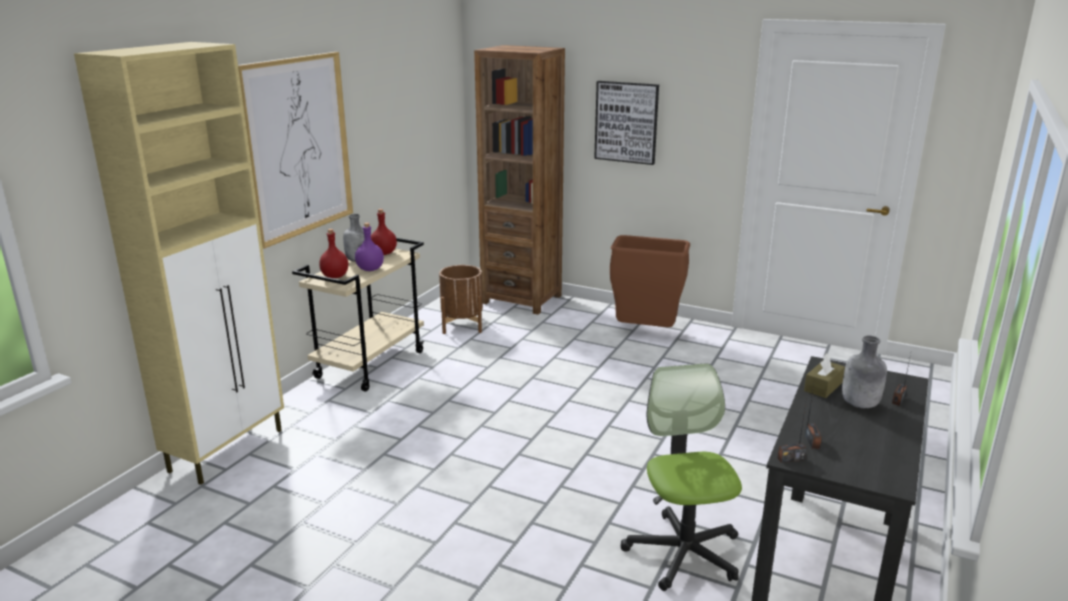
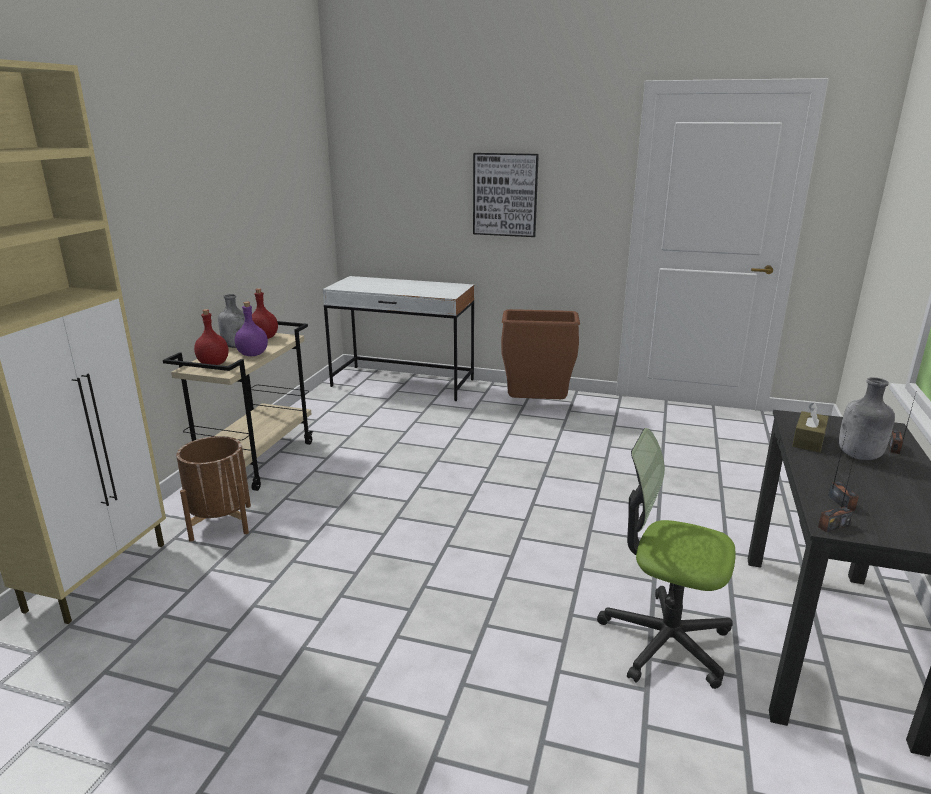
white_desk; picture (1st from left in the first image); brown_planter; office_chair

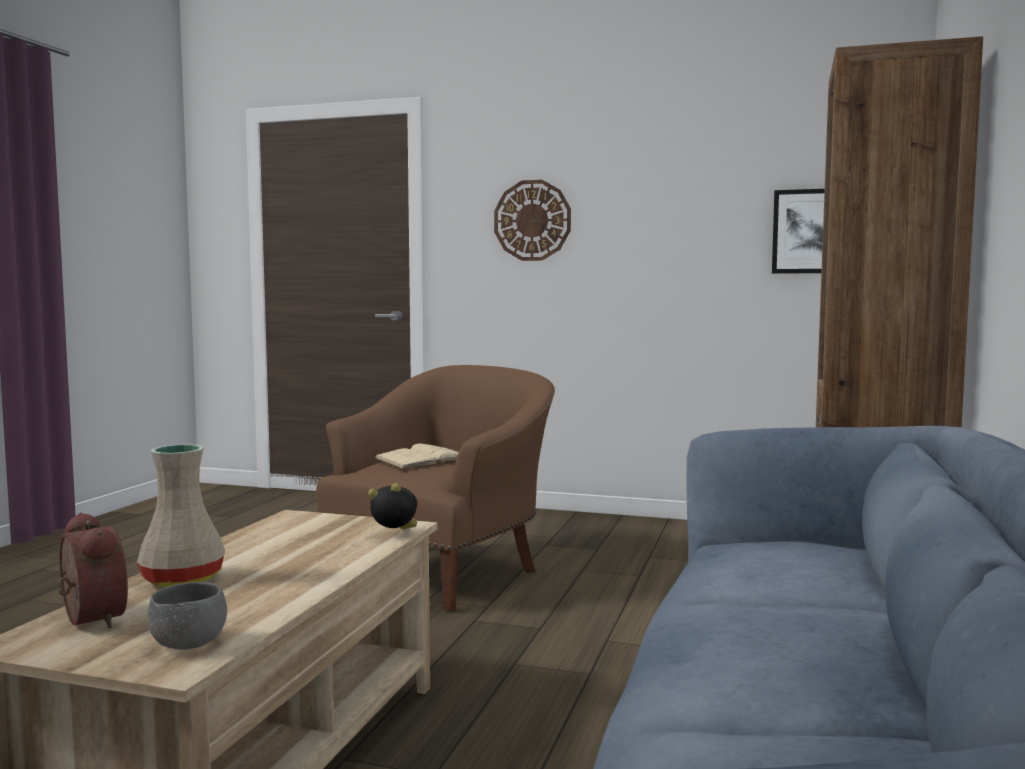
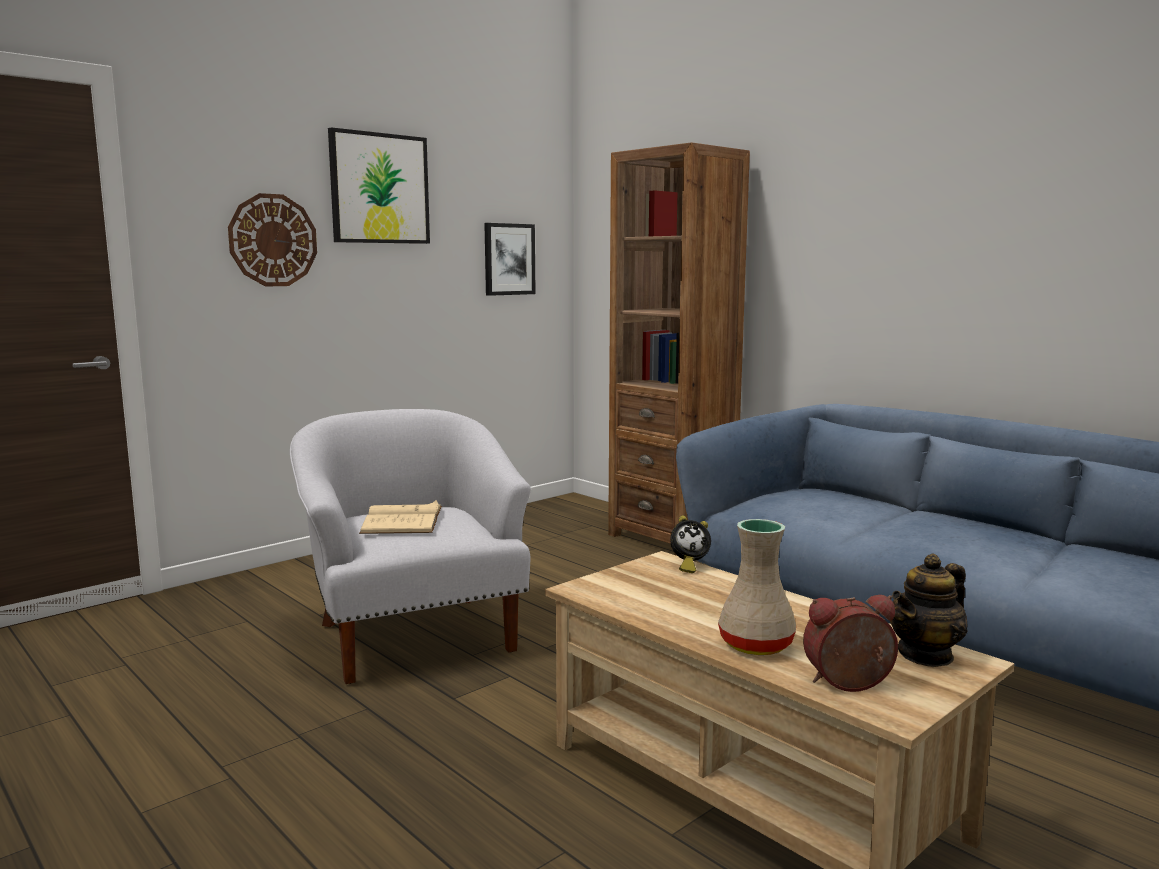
white_armchair; alarm_clock (1st from left); teapot; picture (1st from left)

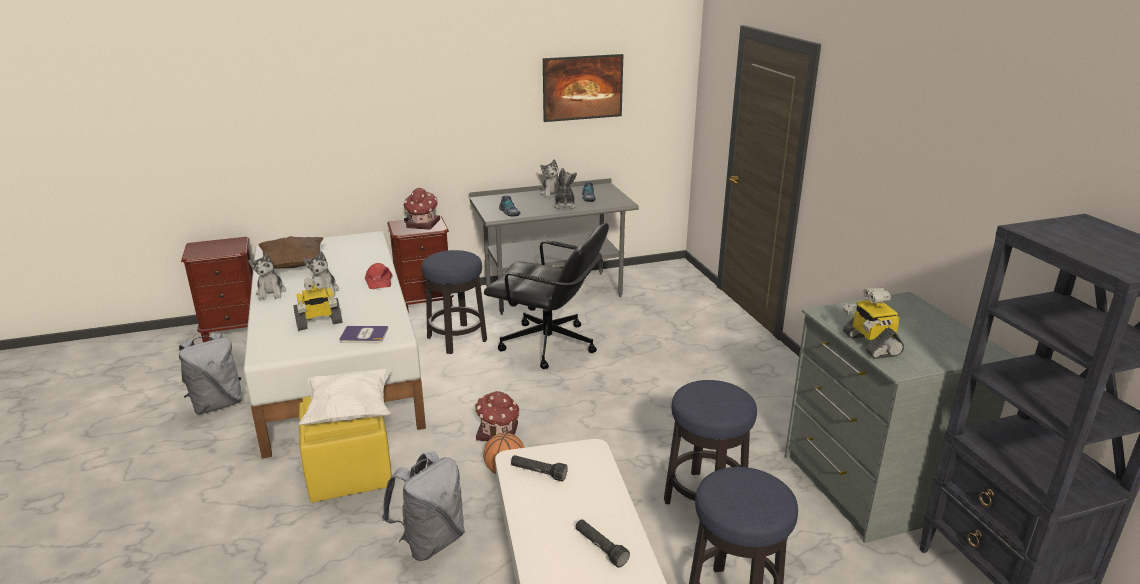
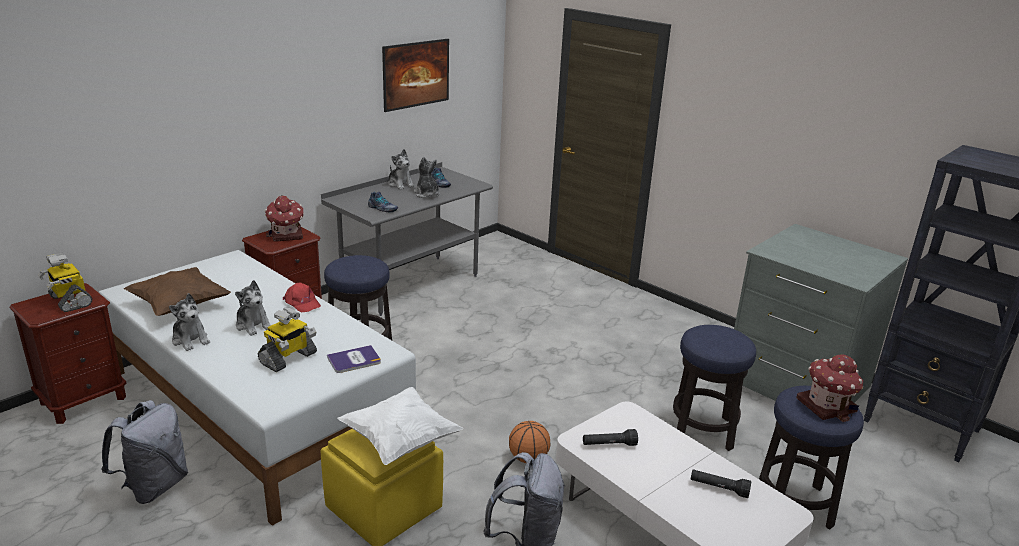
black_office_chair; toy_robot (1st from left); toy_house (2nd from left)

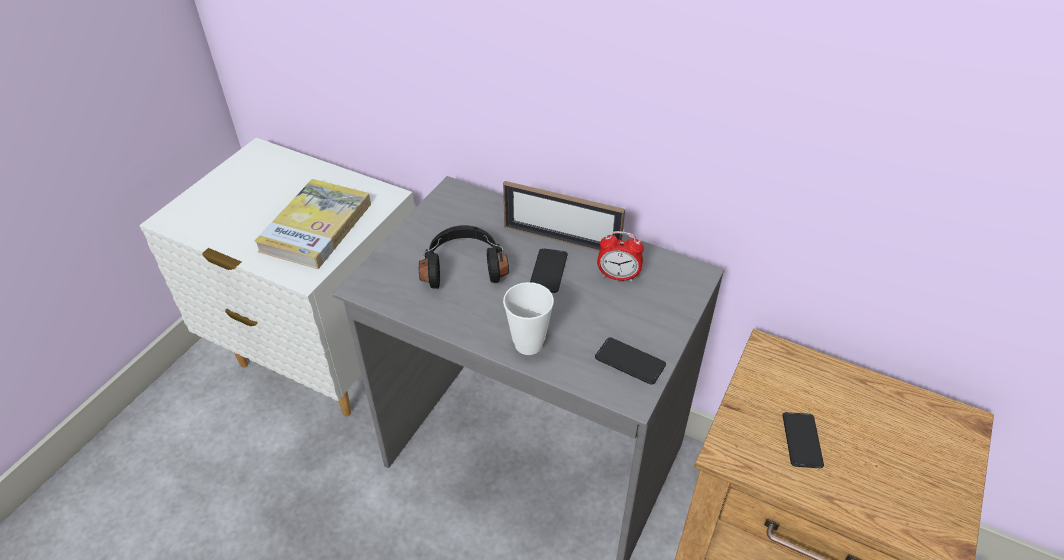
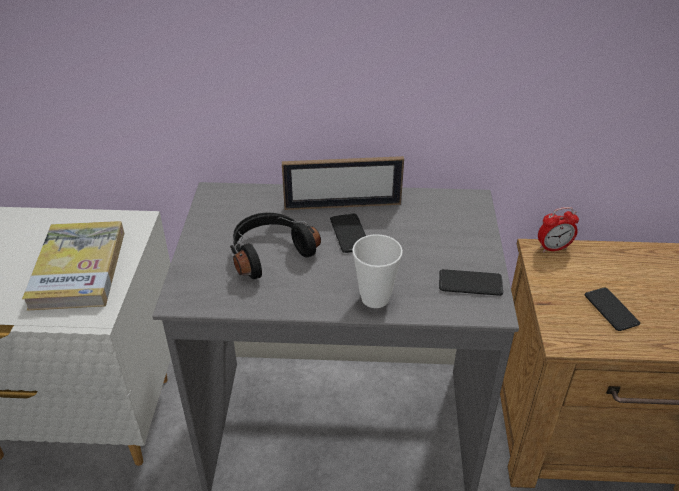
alarm_clock

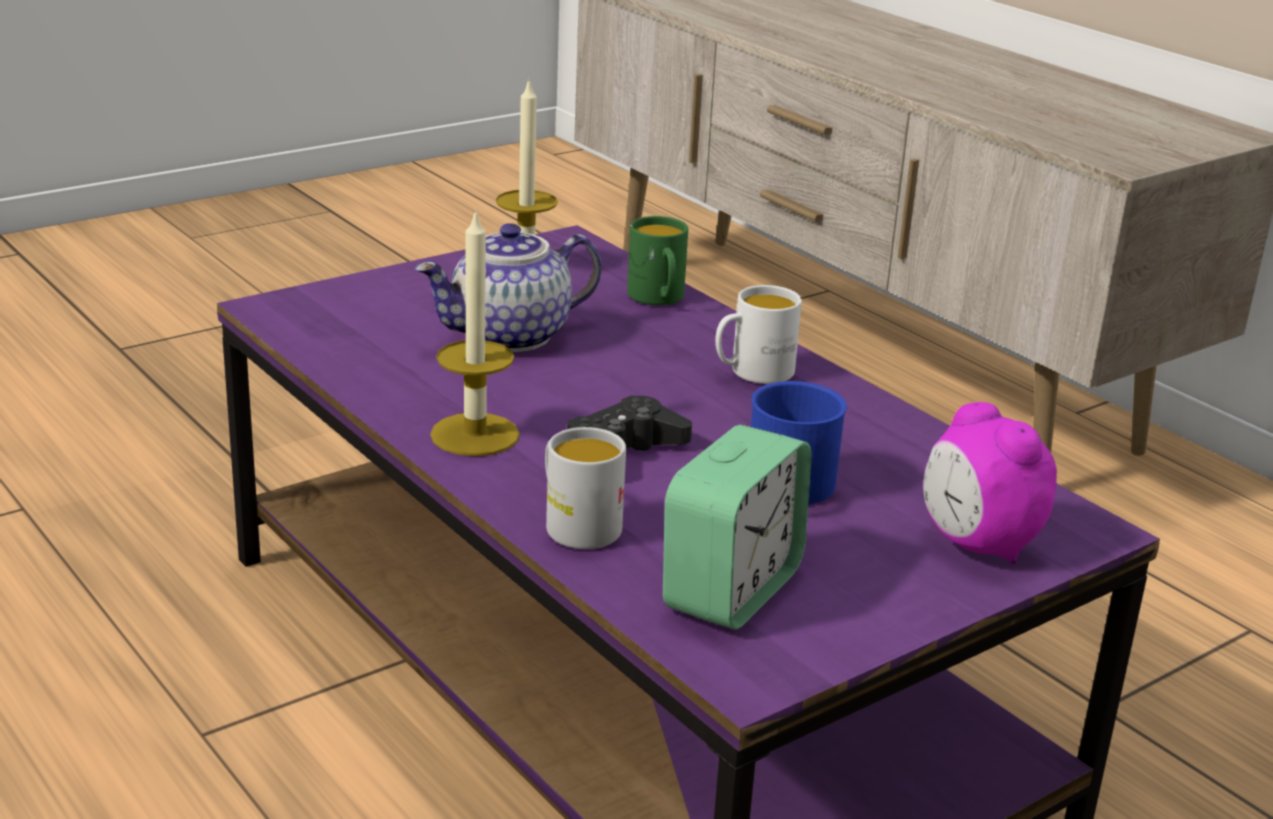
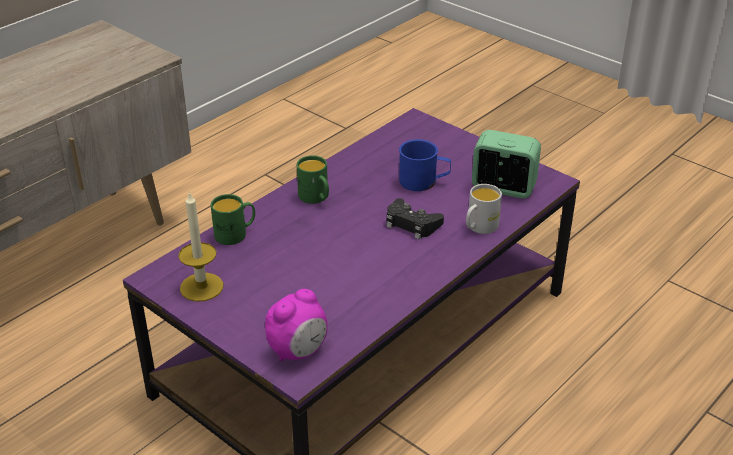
candle (1st from left in the first image); teapot; green_mug (2nd from left); alarm_clock (1st from left)

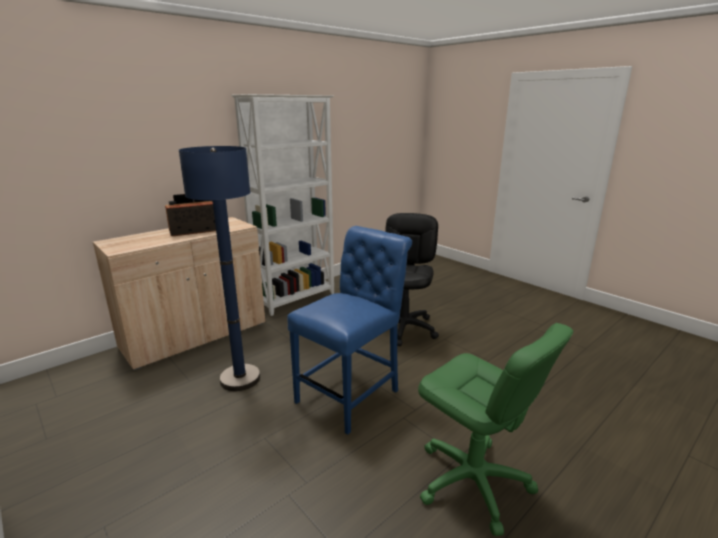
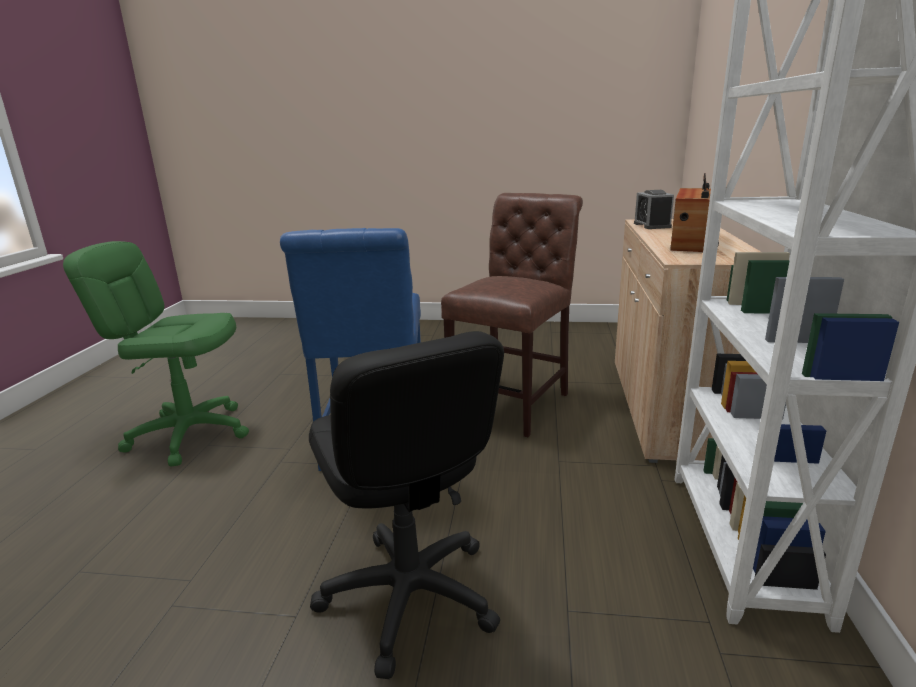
brown_chair; alarm_clock

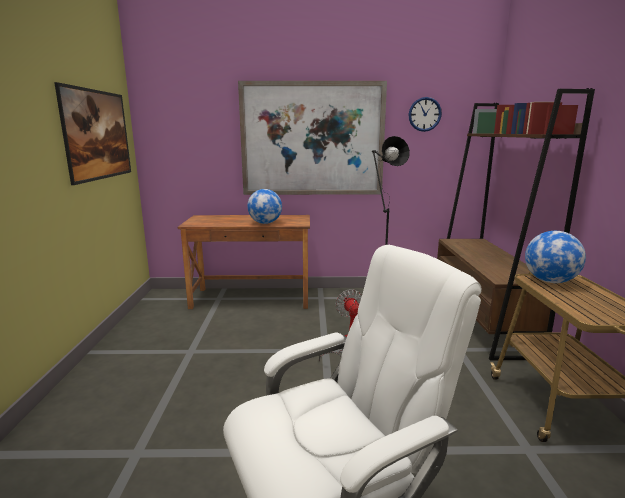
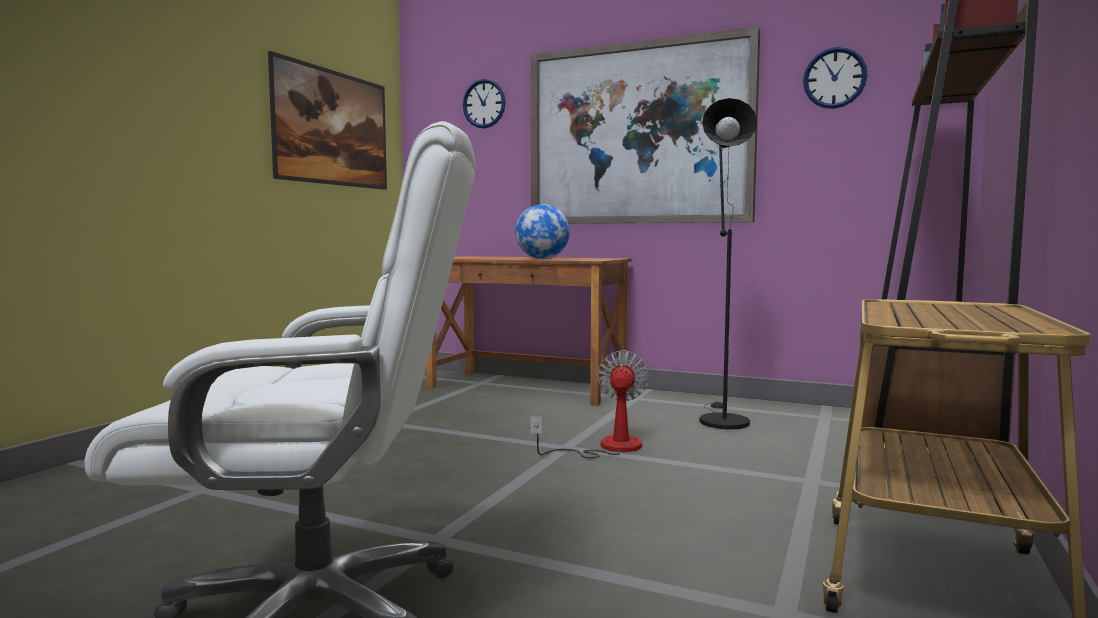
globe (2nd from left in the first image); wall_clock (1st from left)

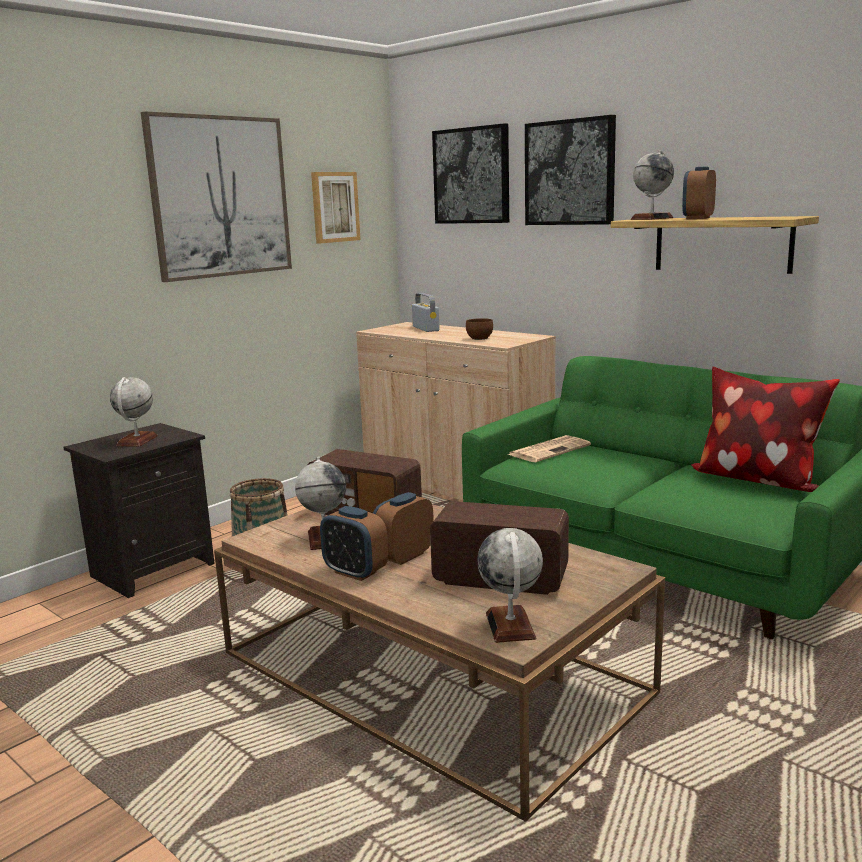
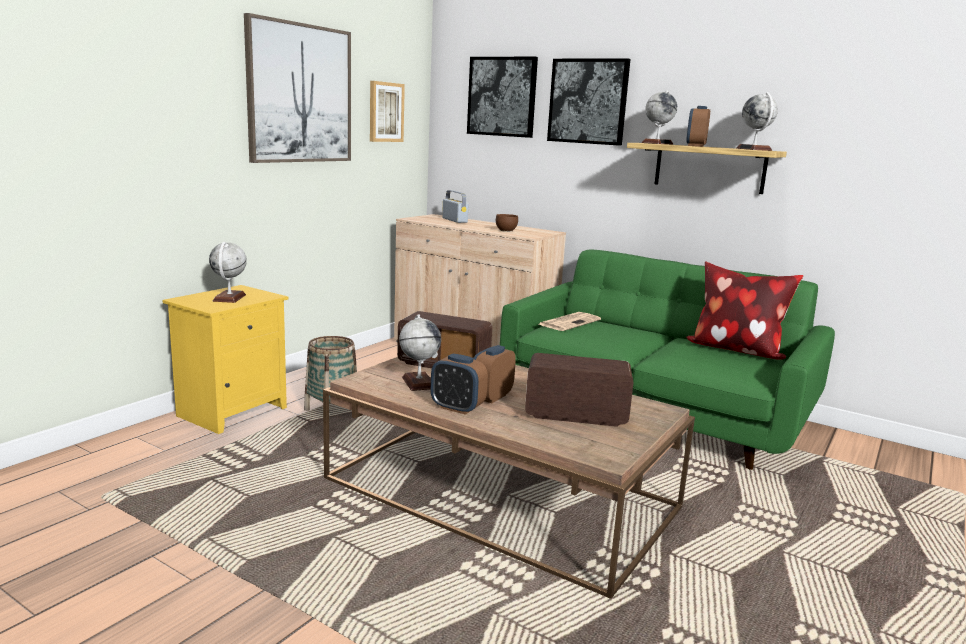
yellow_nightstand; globe (4th from left)

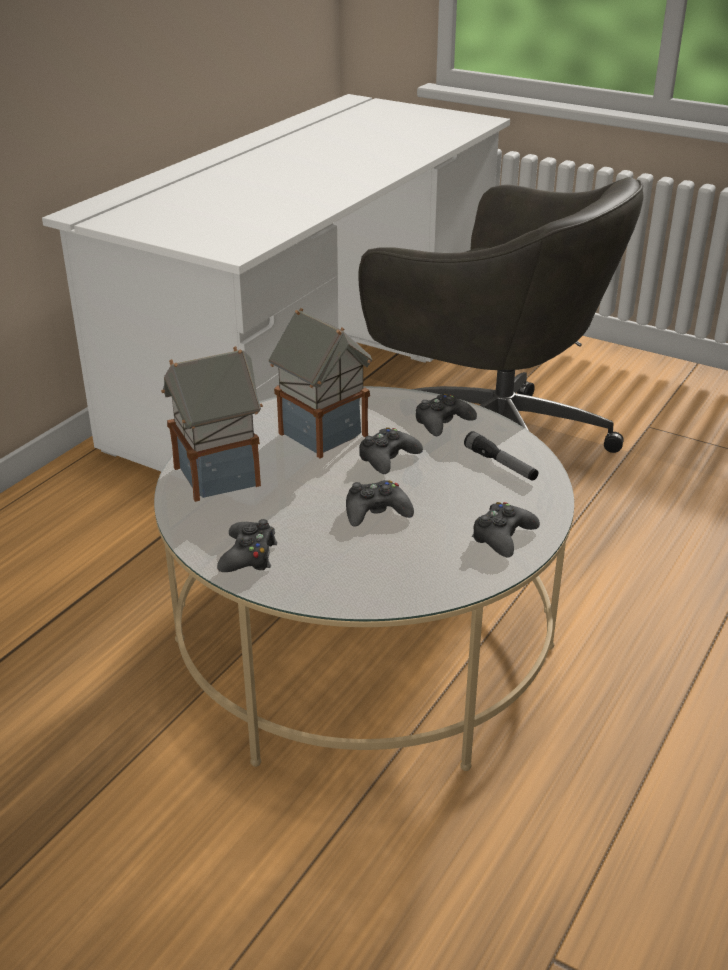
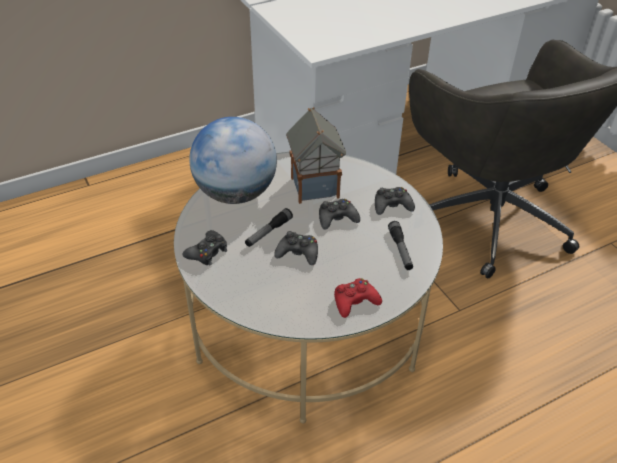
globe; red_game_controller; flashlight (1st from left)

